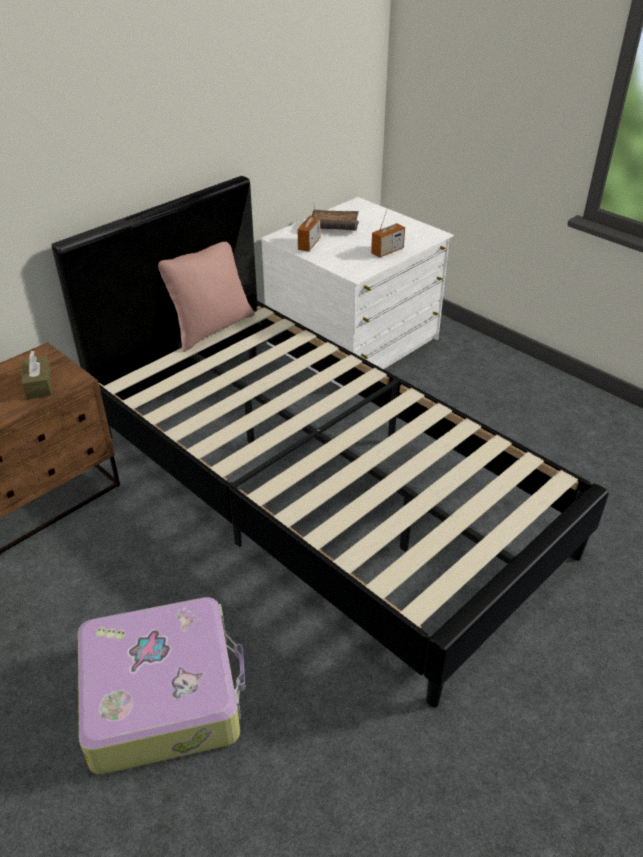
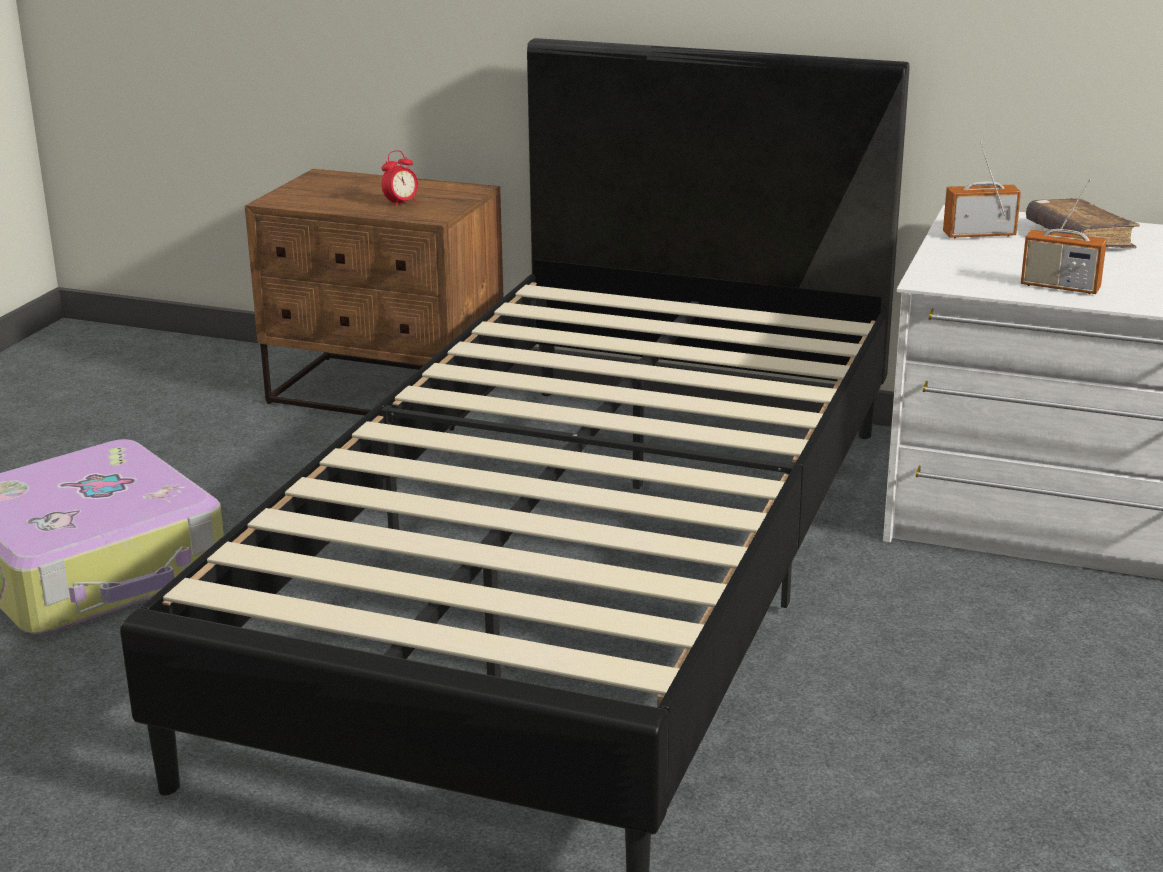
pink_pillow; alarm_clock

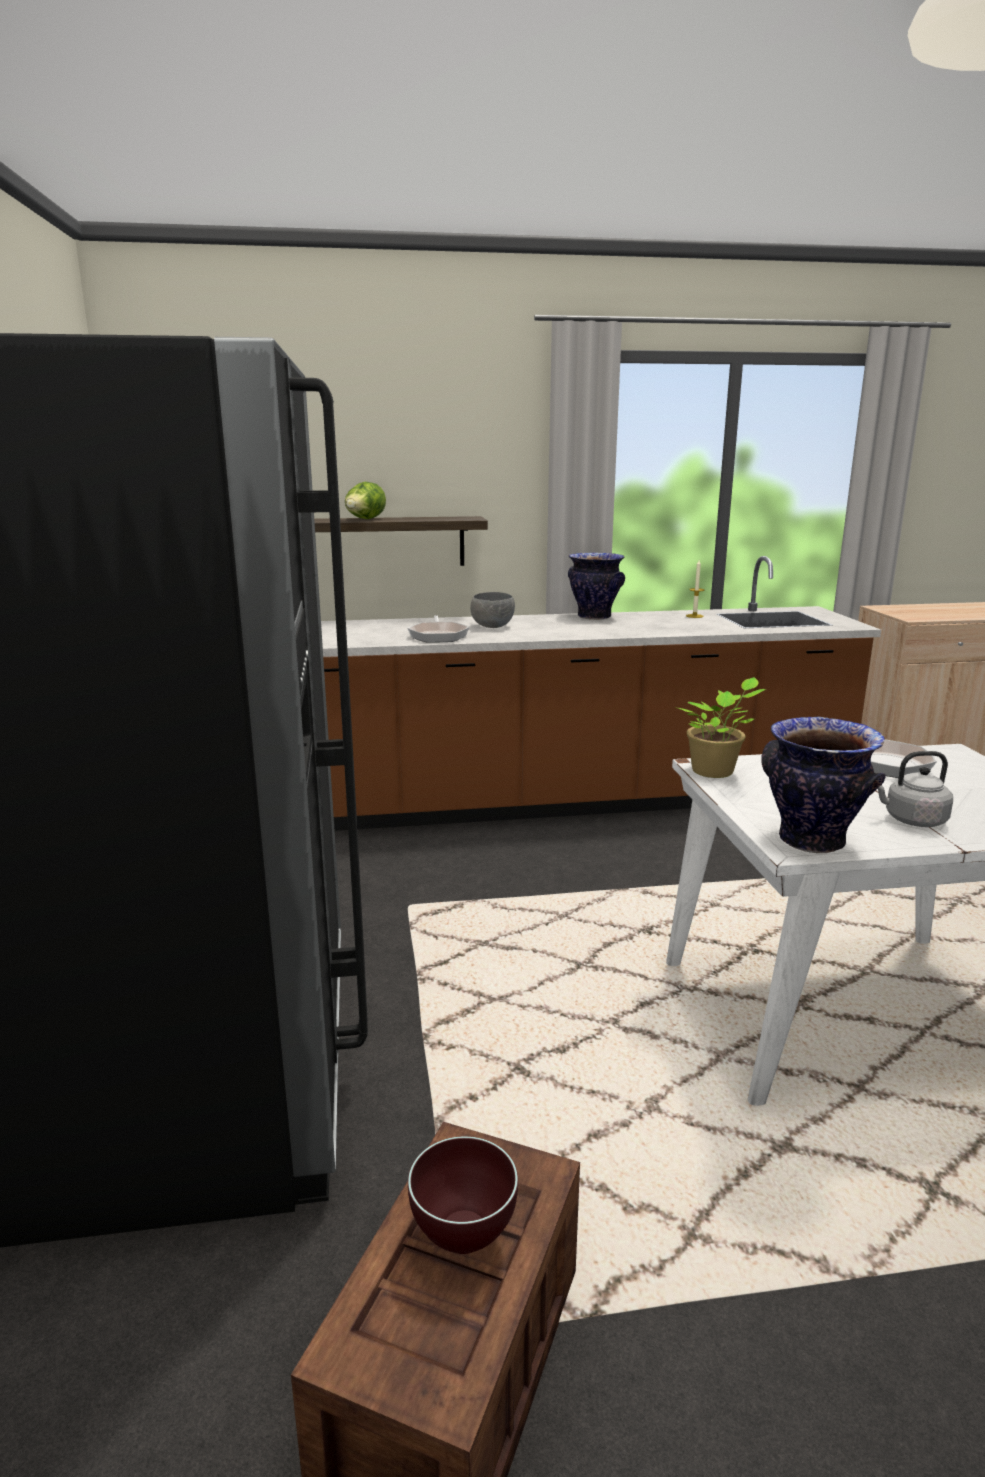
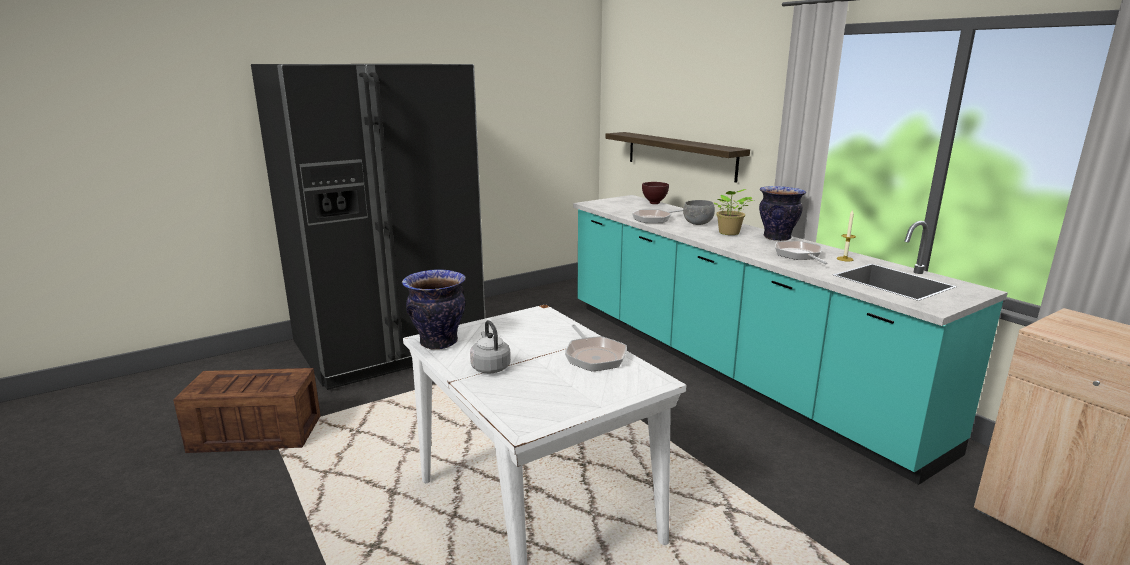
lettuce; turquoise_counter; potted_plant; brown_bowl; frying_pan (3rd from left)

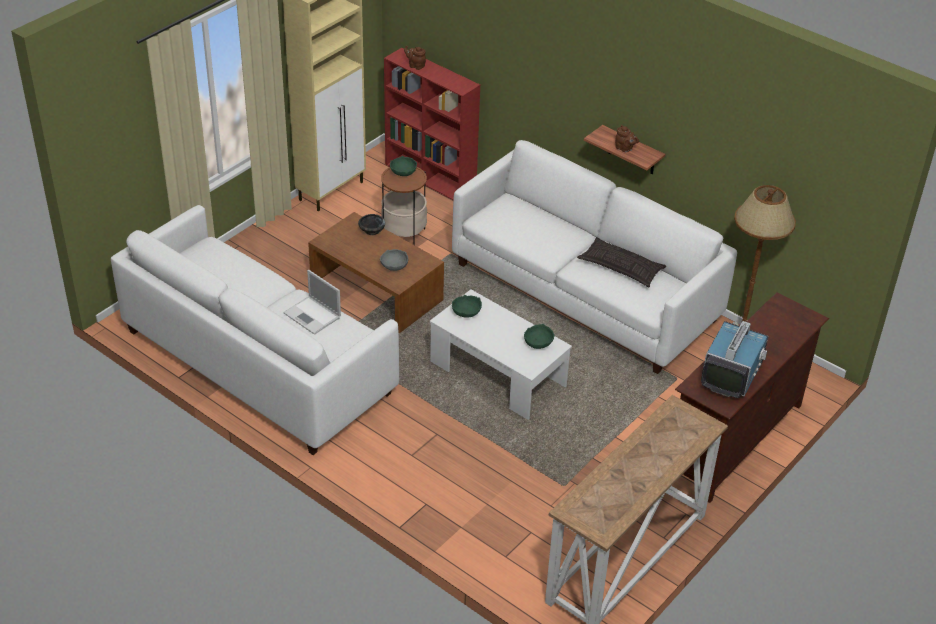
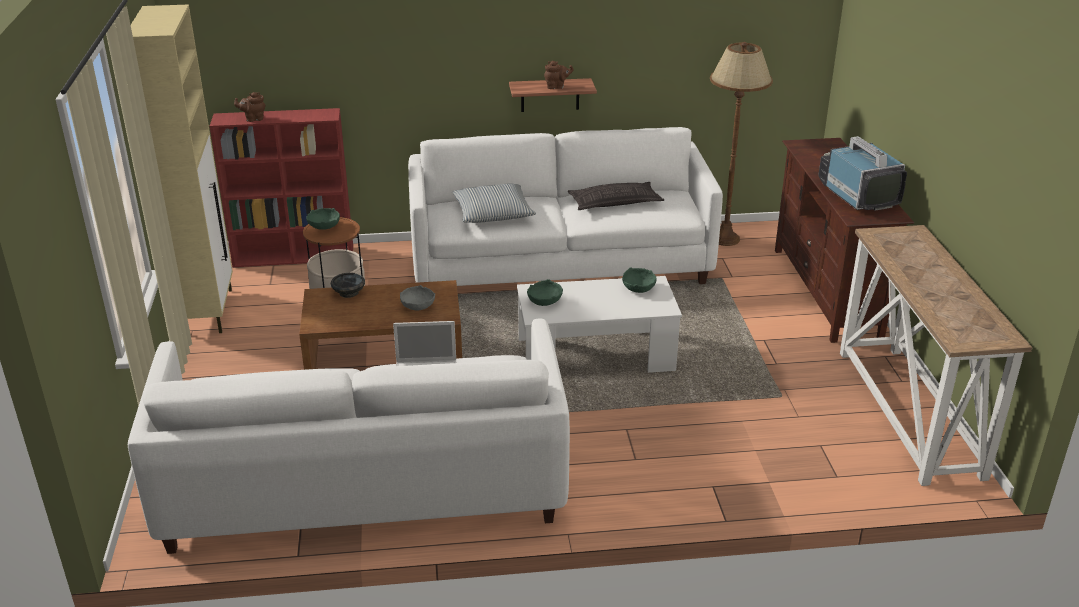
pillow (1st from left)

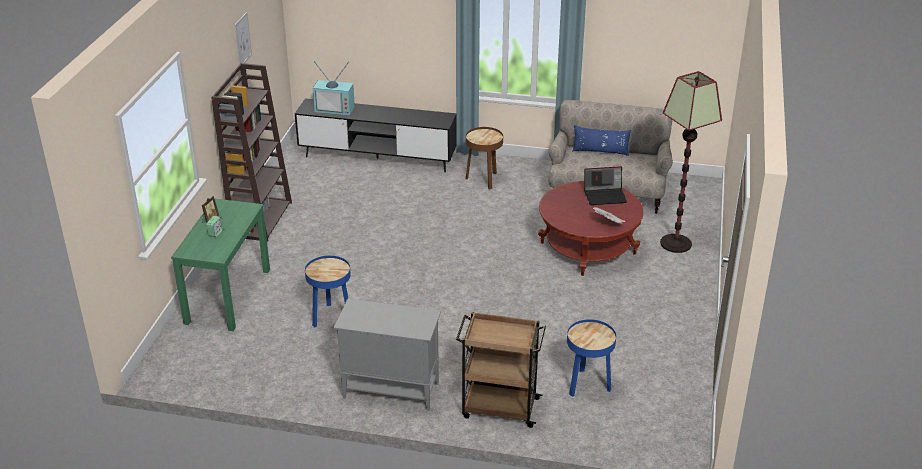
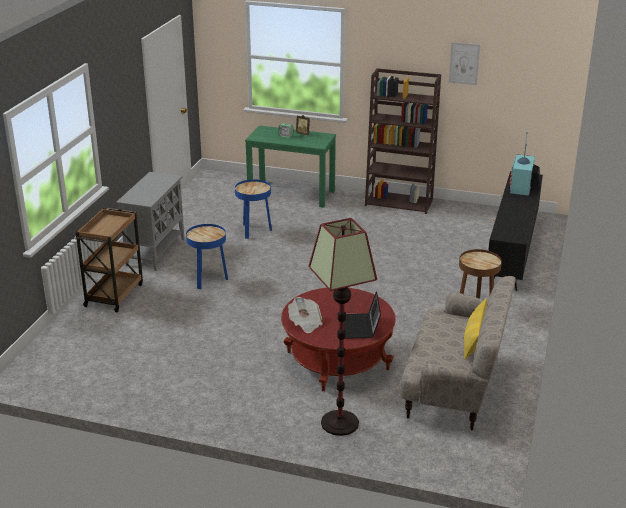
yellow_pillow; blue_side_table (1st from left)

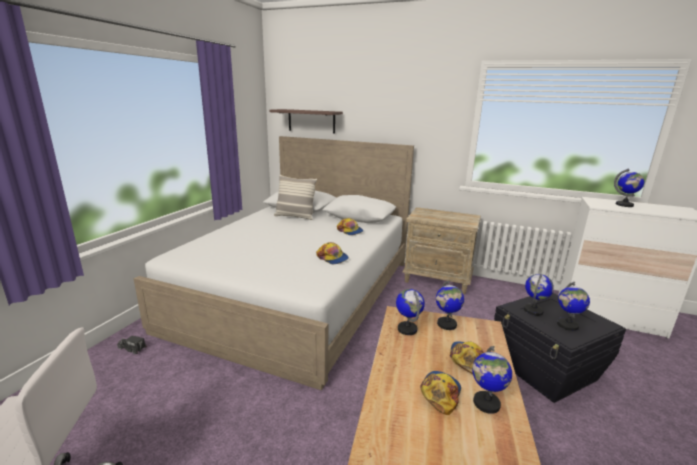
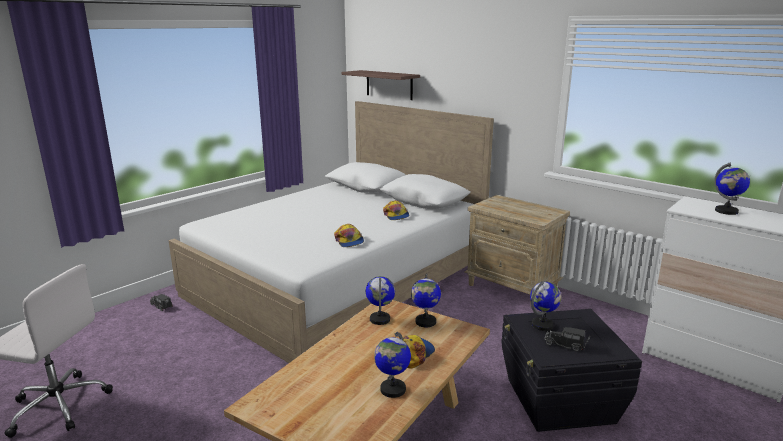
pillow; toy_truck (2nd from left); cap (3rd from left in the first image)

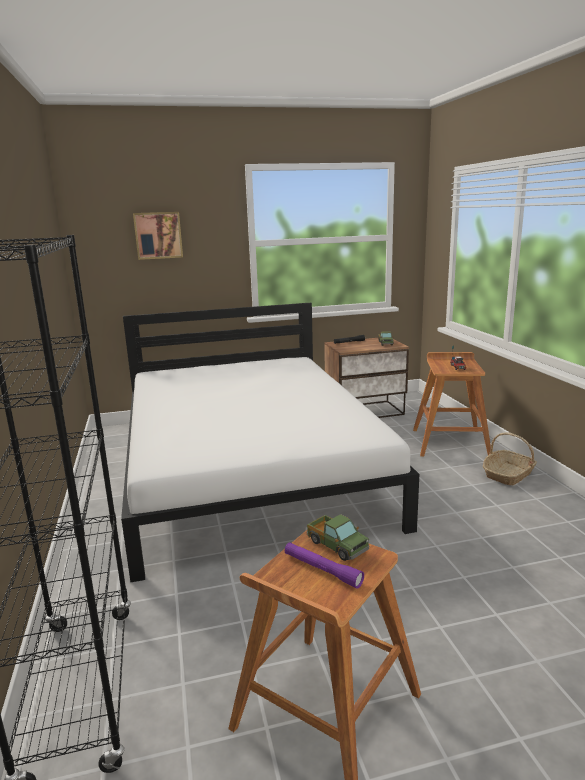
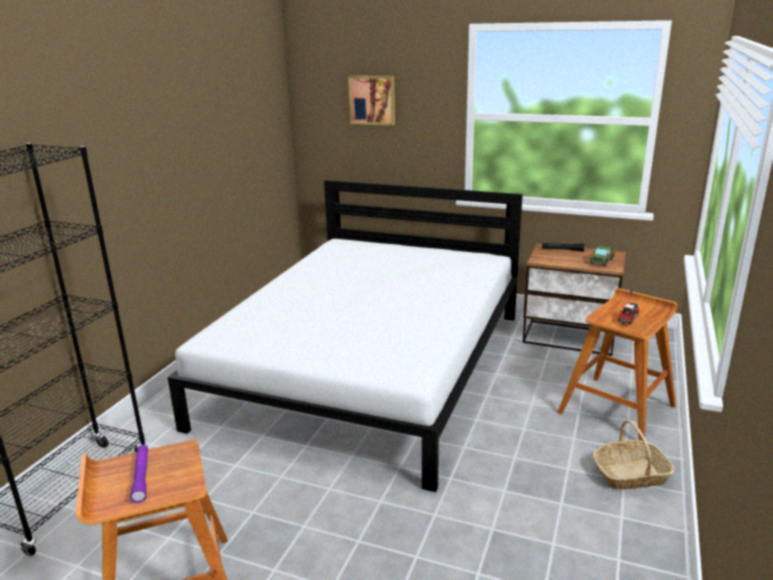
toy_truck (1st from left in the first image)

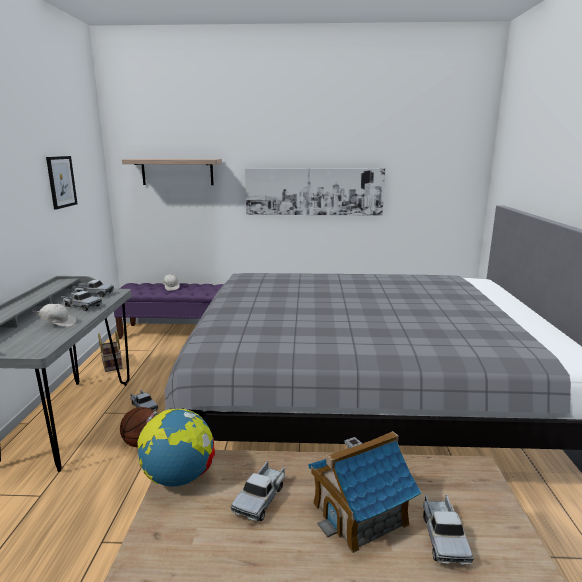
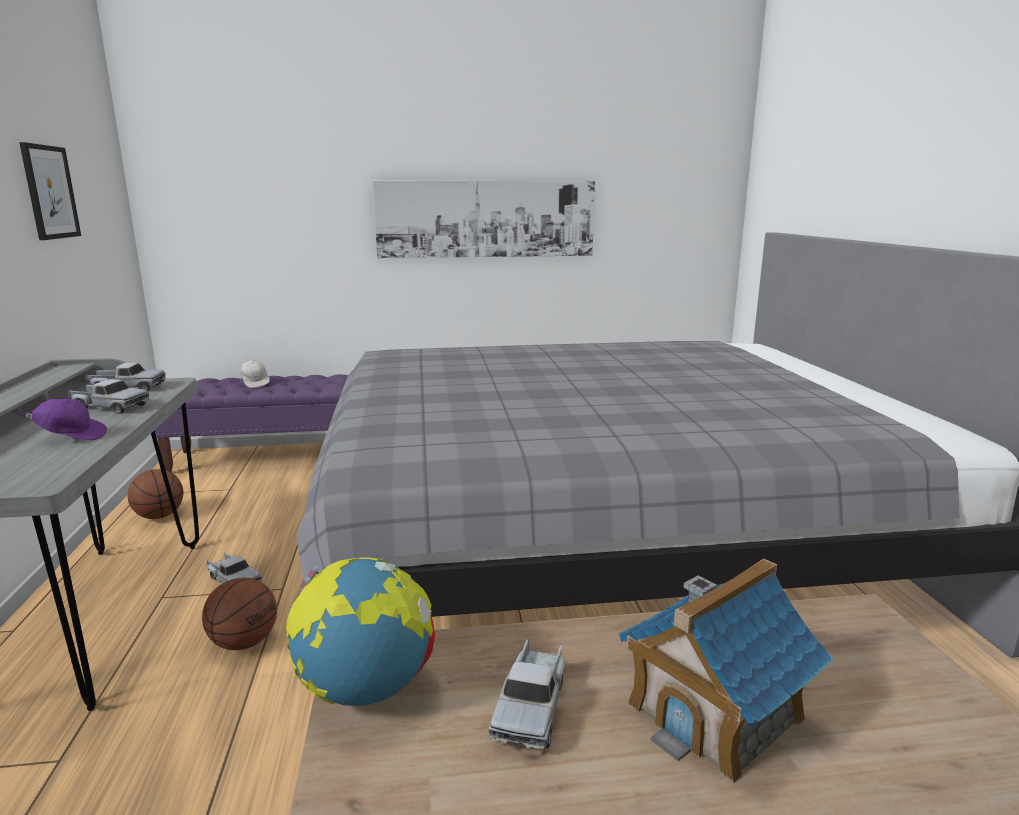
shelf; purple_cap; basketball (1st from left); toy_truck (5th from left in the first image)

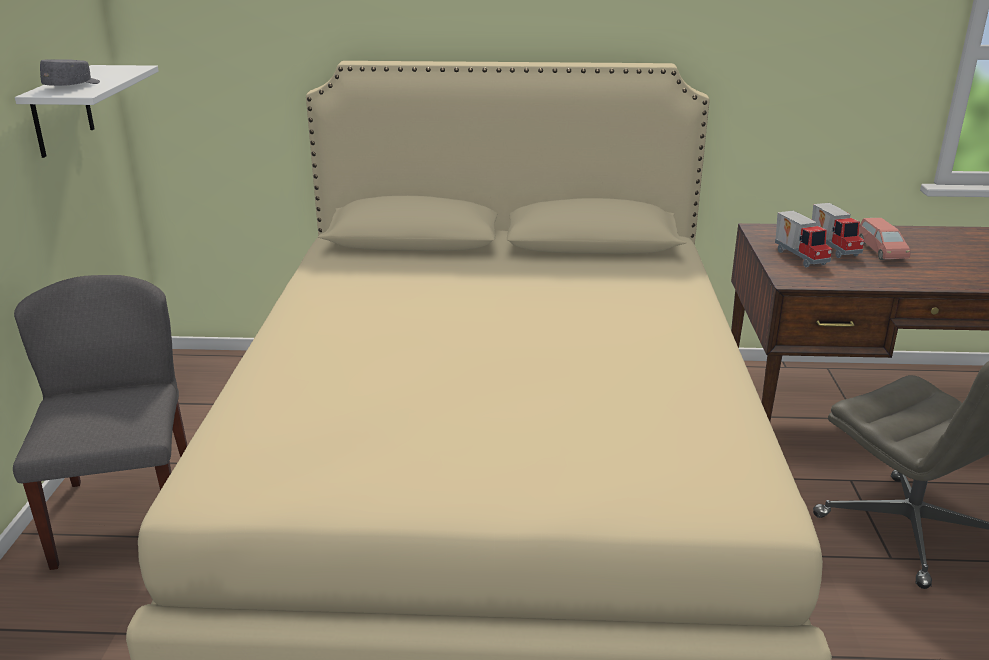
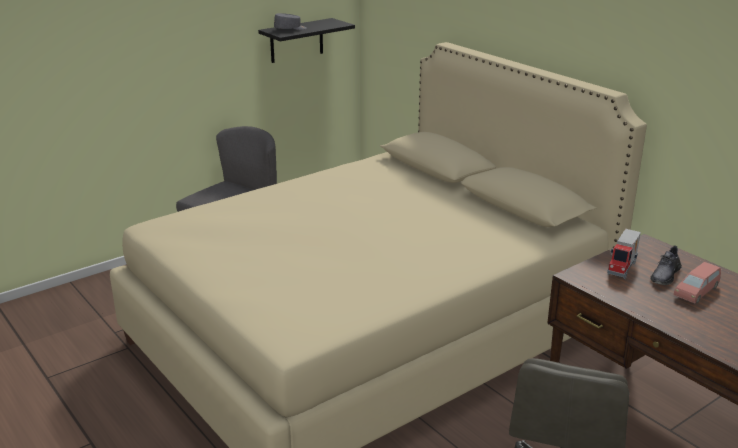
black_shelf; grey_shoe

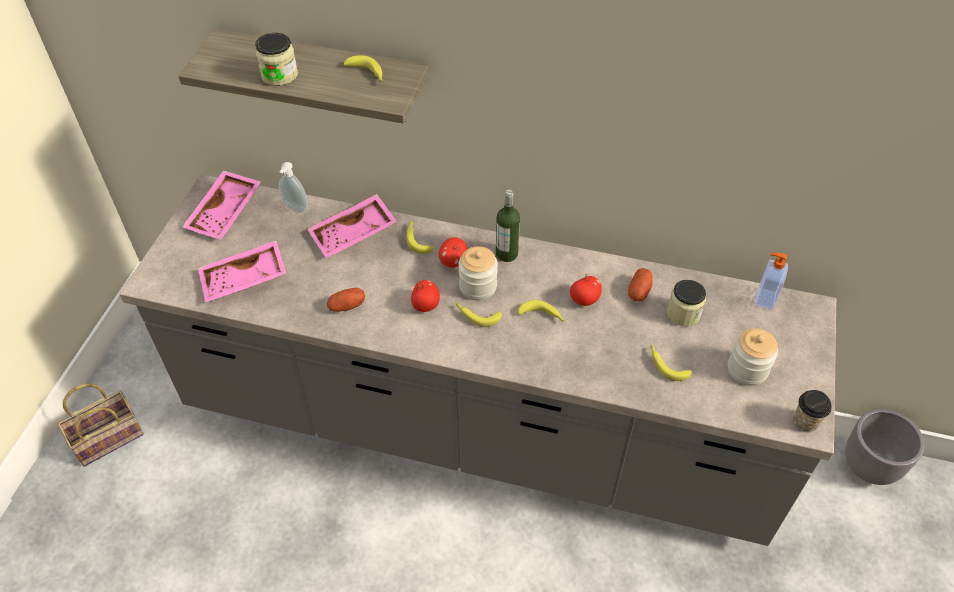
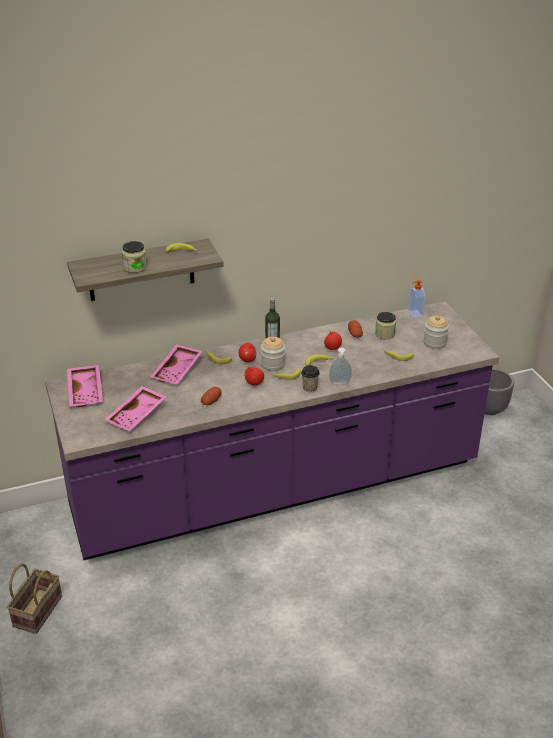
soap_dispenser (1st from left); purple_counter; cup

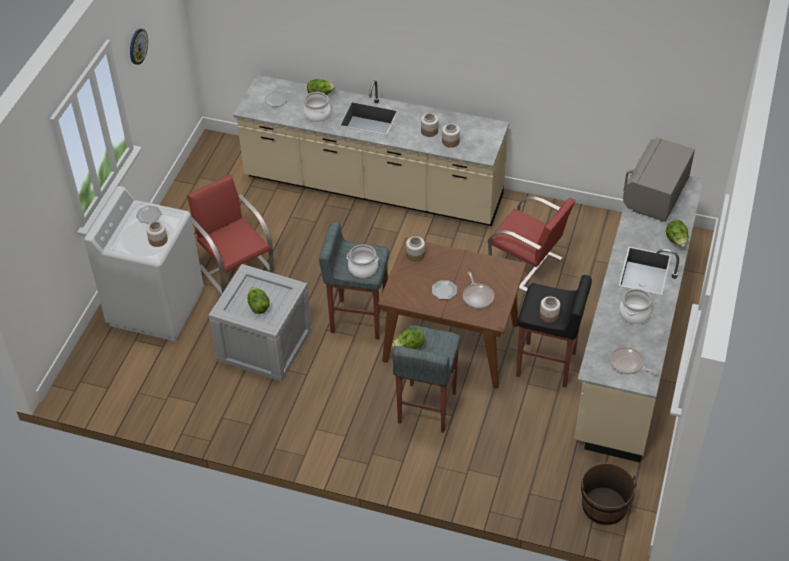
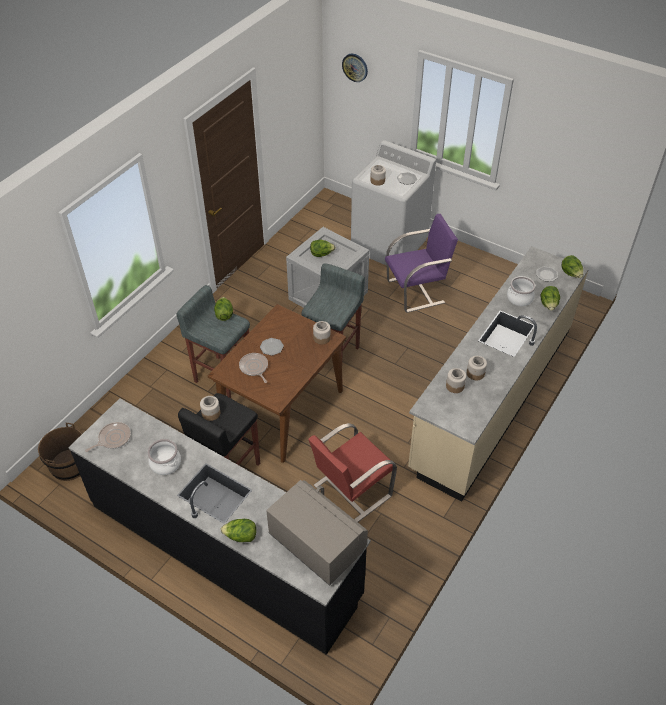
wall_clock; black_counter; purple_chair; cooking_pot (2nd from left in the first image); frying_pan (2nd from left); lettuce (5th from left)

